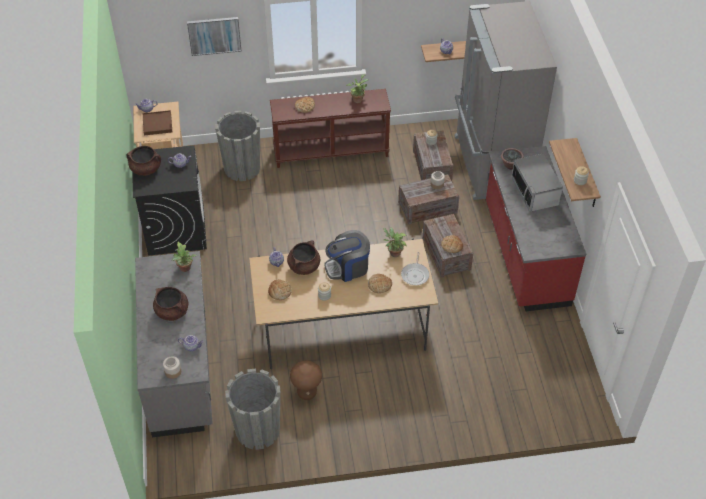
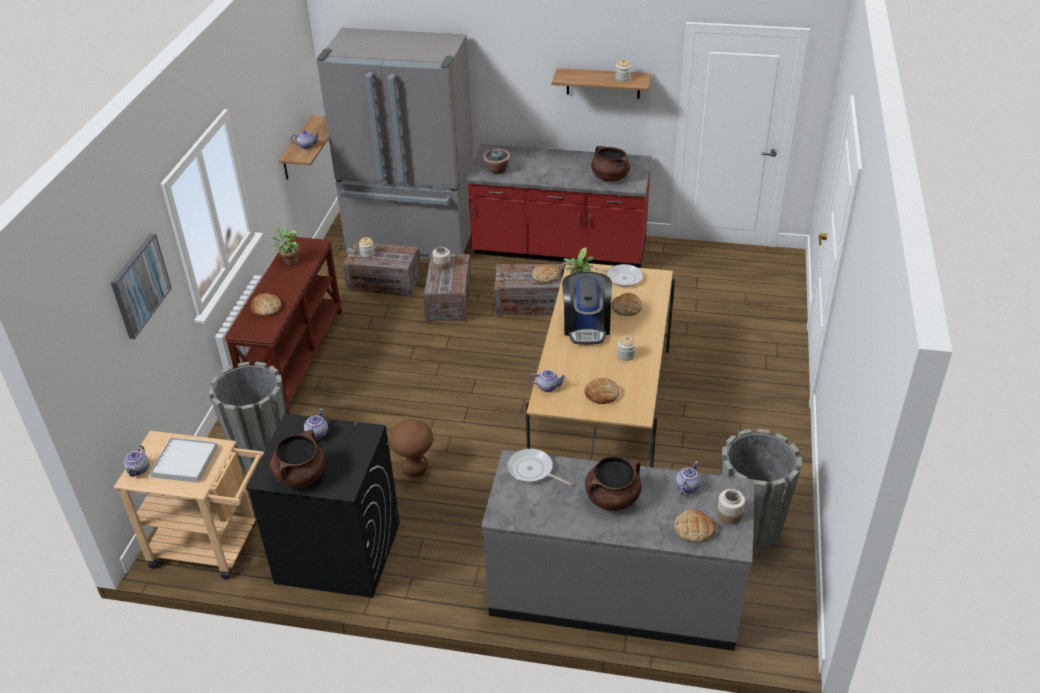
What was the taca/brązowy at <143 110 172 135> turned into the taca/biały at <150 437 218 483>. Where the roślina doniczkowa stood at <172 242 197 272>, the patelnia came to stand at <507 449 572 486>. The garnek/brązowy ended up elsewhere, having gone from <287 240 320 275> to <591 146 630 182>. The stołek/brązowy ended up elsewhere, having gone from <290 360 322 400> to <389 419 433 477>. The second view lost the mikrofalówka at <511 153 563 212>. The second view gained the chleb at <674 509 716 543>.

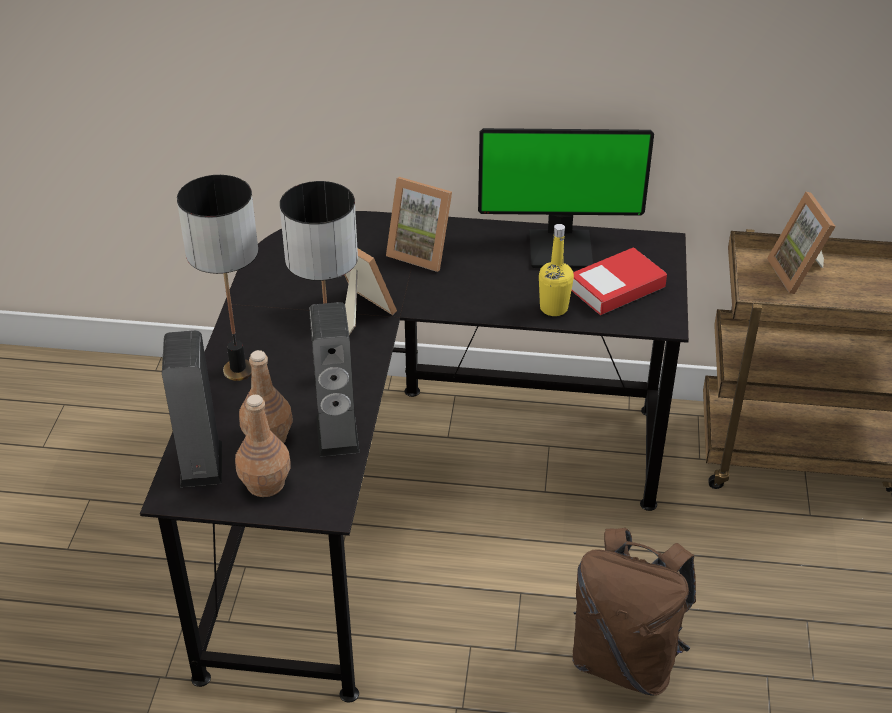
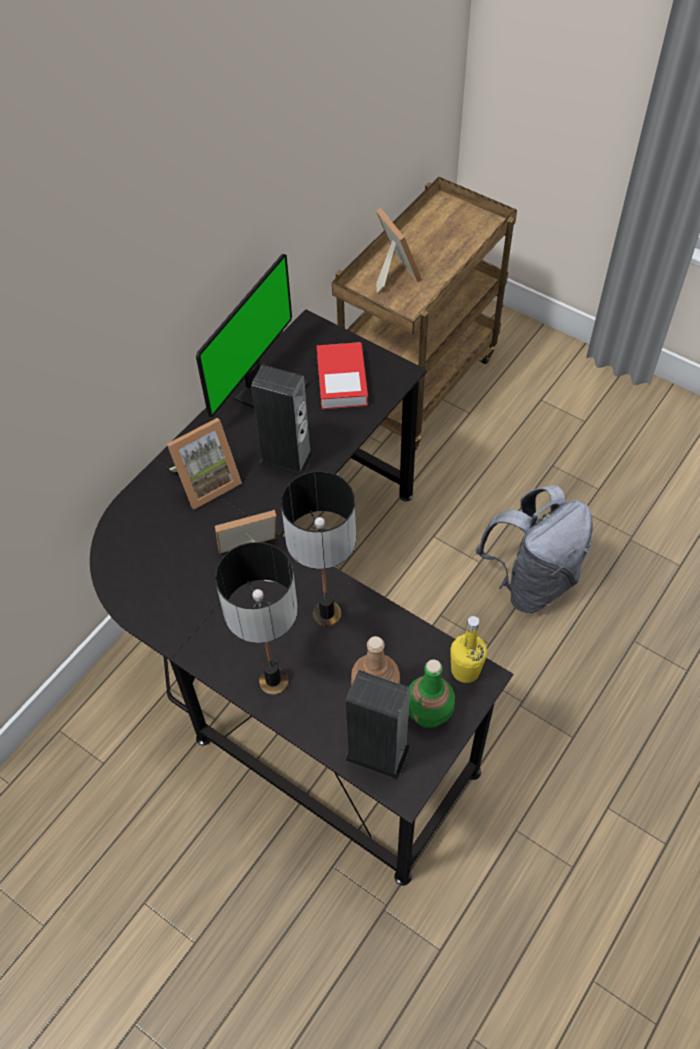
What was the butelka/brązowy at <235 395 291 497> turned into the butelka/zielony at <409 659 455 728>. The głośnik ended up elsewhere, having gone from <309 302 360 457> to <251 365 314 476>. The butelka/żółty ended up elsewhere, having gone from <539 224 574 316> to <450 616 487 683>. What was the plecak/brązowy at <572 528 696 696> turned into the plecak/szary at <476 485 593 613>. The ramka na zdjęcie at <767 192 836 294> ended up facing another way, 135 degrees counterclockwise from before.

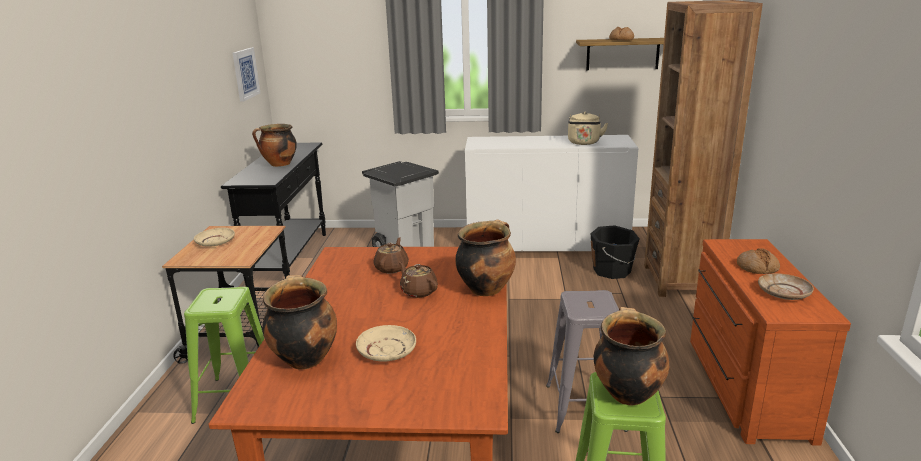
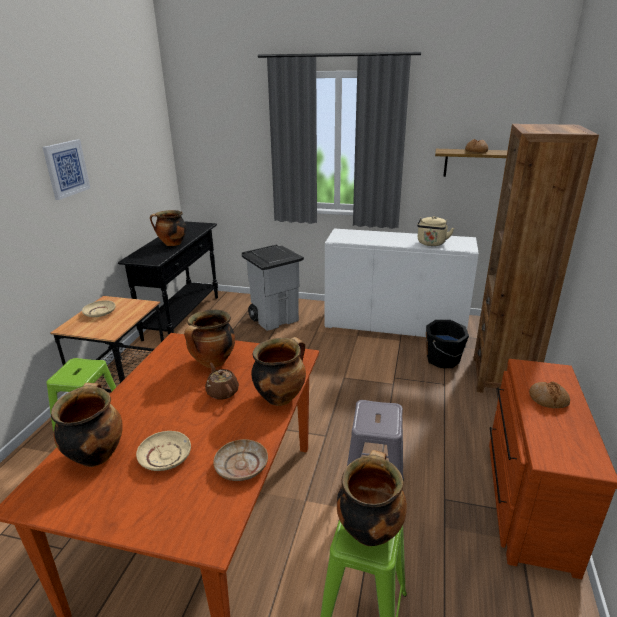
The obraz ended up elsewhere, having gone from <233 48 260 102> to <42 139 90 200>. Where the imbryk/brązowy stood at <374 237 409 273>, the garnek came to stand at <184 309 235 368>. The talerz/beżowy ended up elsewhere, having gone from <758 273 814 300> to <213 439 268 481>.

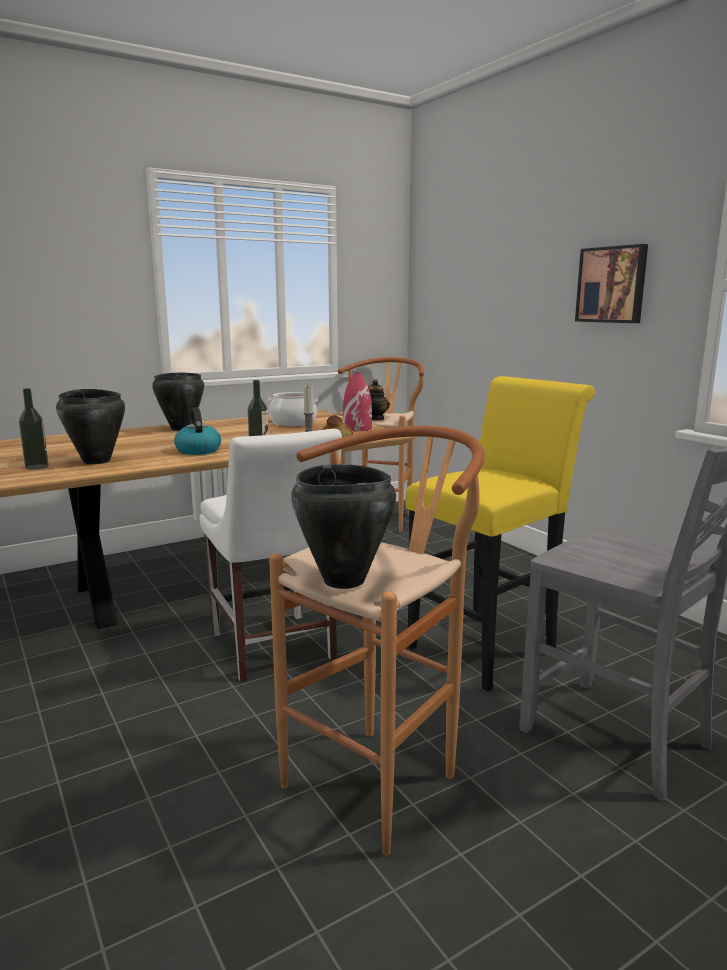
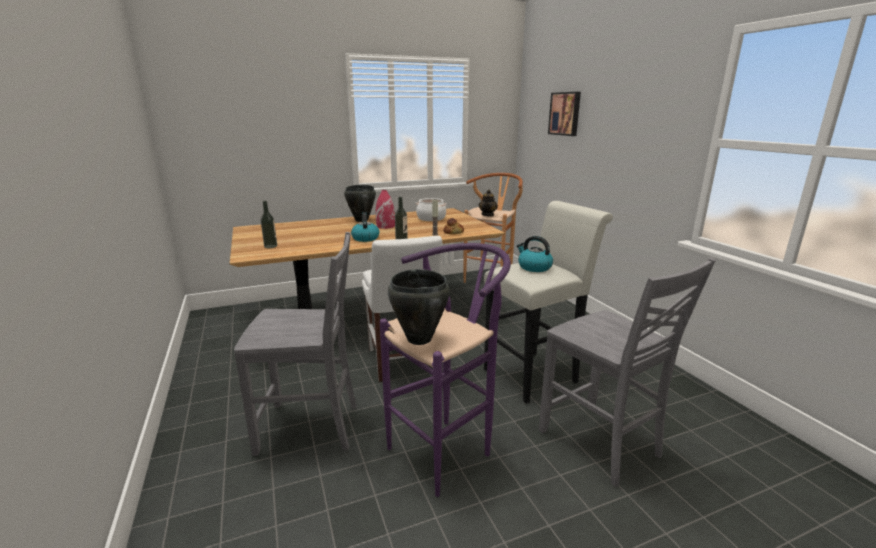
The second view lost the garnek/czarny at <56 389 125 464>. What was the stołek/brązowy at <269 426 485 856> turned into the stołek/fioletowy at <380 243 511 497>. The wazon/czerwony ended up elsewhere, having gone from <343 372 372 431> to <376 190 395 229>. What was the stołek/żółty at <405 376 595 692> turned into the stołek/biały at <484 201 613 404>. The obraz ended up elsewhere, having gone from <575 244 648 323> to <548 92 581 136>. The second view gained the krzesło/szary at <234 232 357 456>. The second view gained the czajnik at <517 236 553 272>.

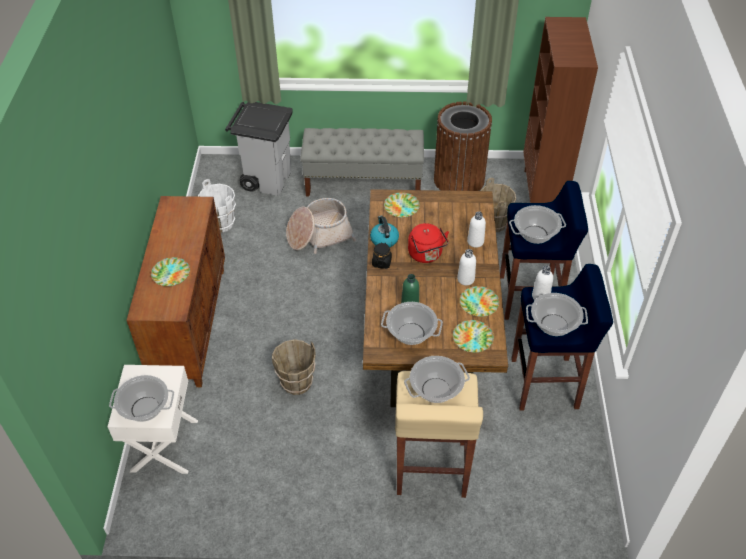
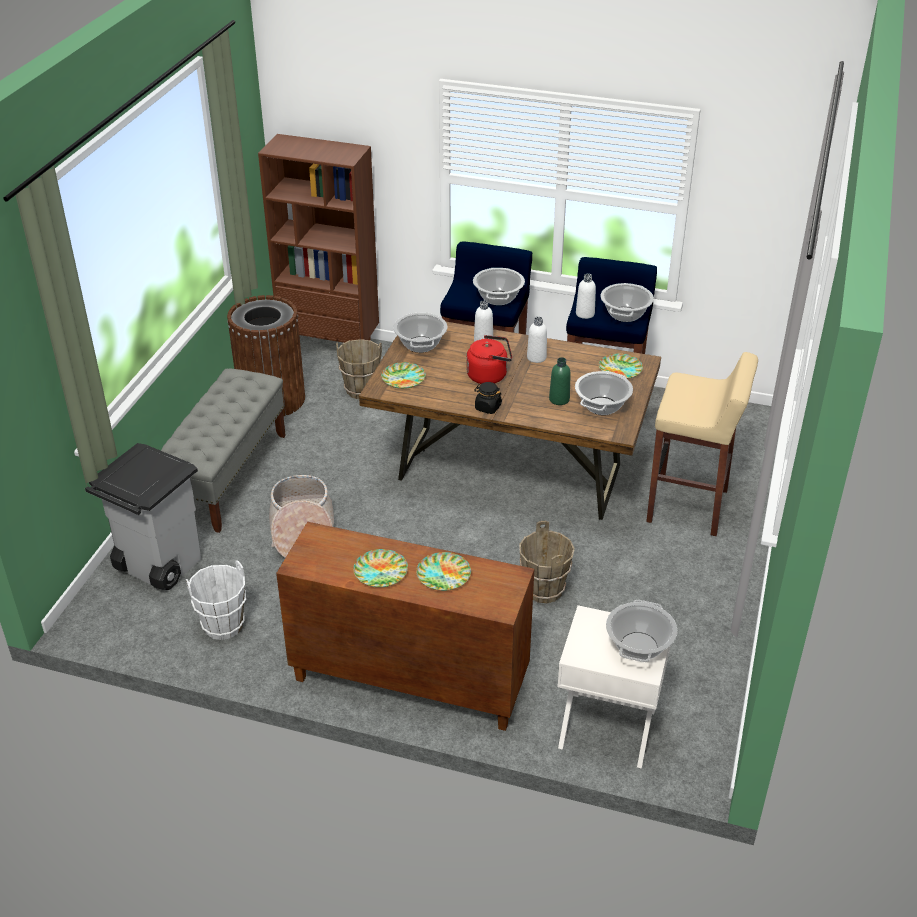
The second view lost the czajnik at <370 216 399 248>. The garnek ended up elsewhere, having gone from <404 356 470 403> to <393 312 447 353>. The talerz ended up elsewhere, having gone from <460 286 499 317> to <353 549 408 587>.

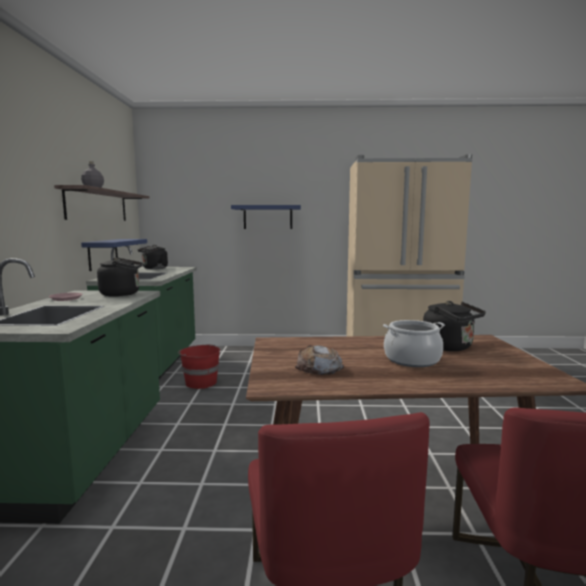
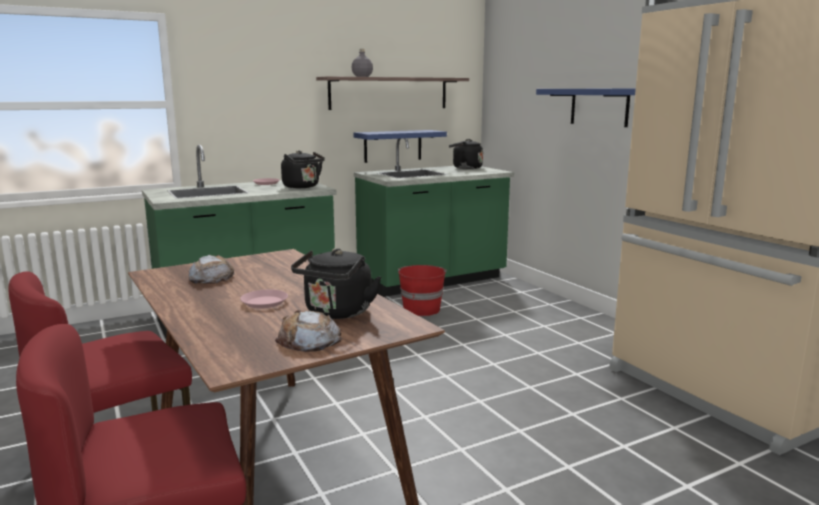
Where the garnek stood at <383 320 445 367>, the talerz/różowy came to stand at <240 289 288 309>. The second view gained the chleb at <275 310 342 352>.

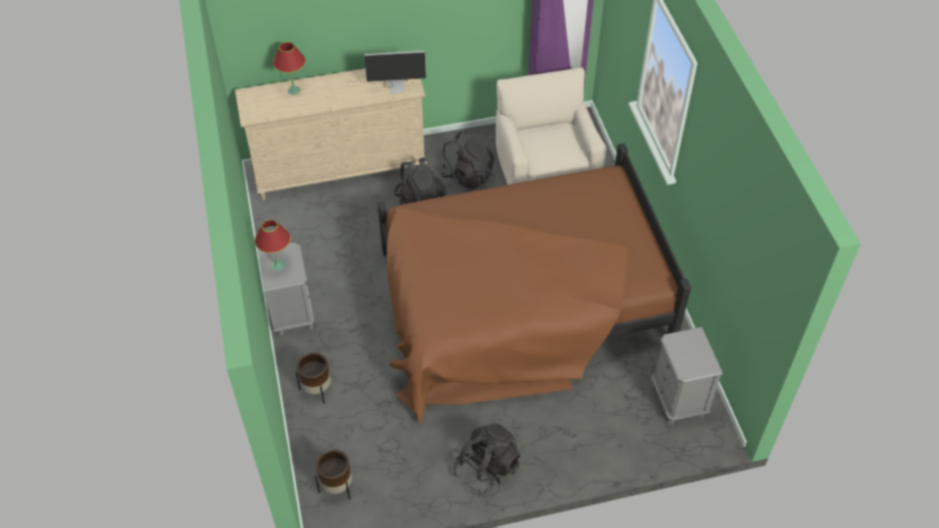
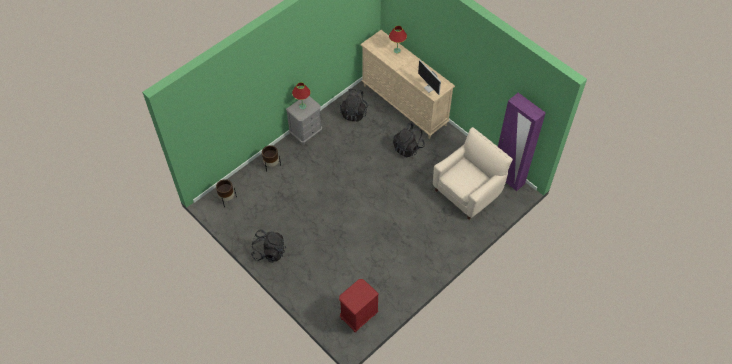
The second view lost the łóżko/brązowy at <378 143 691 424>. The plecak/czarny ended up elsewhere, having gone from <439 131 494 189> to <340 88 369 121>. What was the szafka nocna/szary at <651 327 723 425> turned into the szafka nocna/czerwony at <339 279 379 332>.

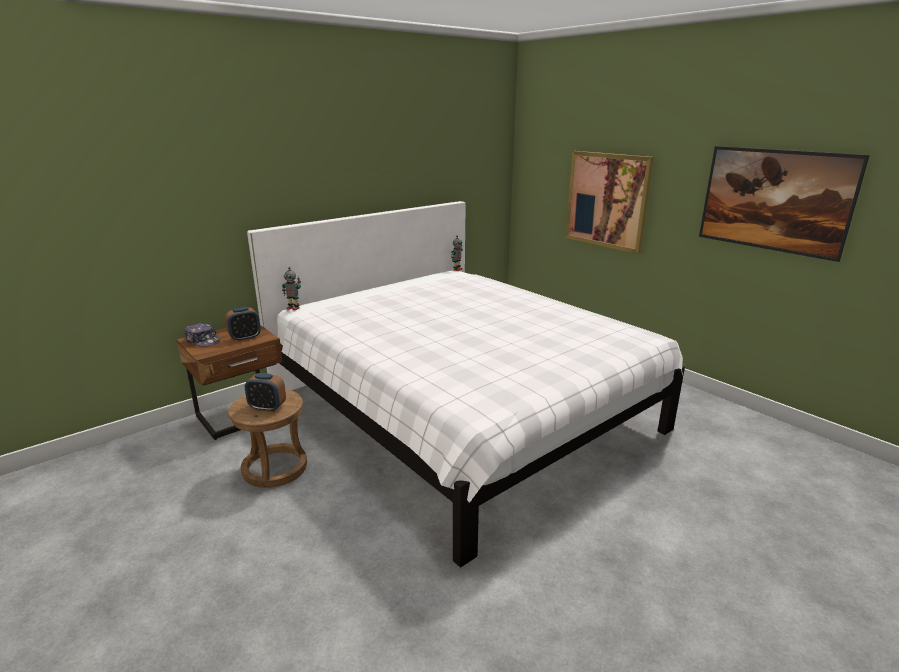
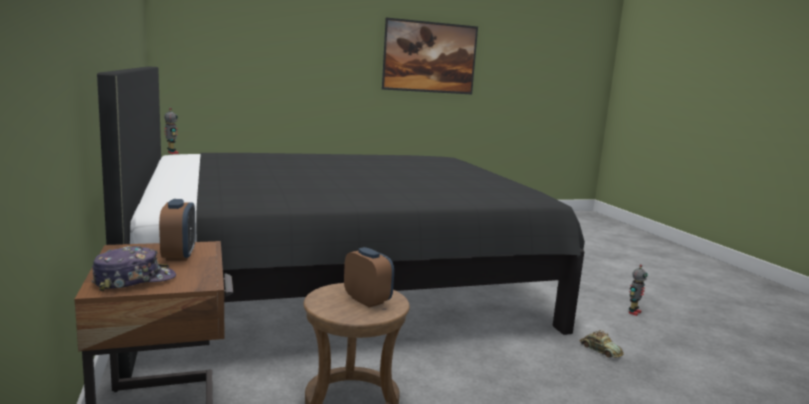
The budzik at <245 373 286 412> ended up facing another way, 75 degrees counterclockwise from before. What was the łóżko/biały at <247 201 685 567> turned into the łóżko/czarny at <97 66 585 379>. The robot zabawkowy ended up elsewhere, having gone from <282 267 301 310> to <629 264 648 316>. The second view lost the obraz at <565 151 654 254>. The second view gained the samochodzik at <579 330 624 358>.

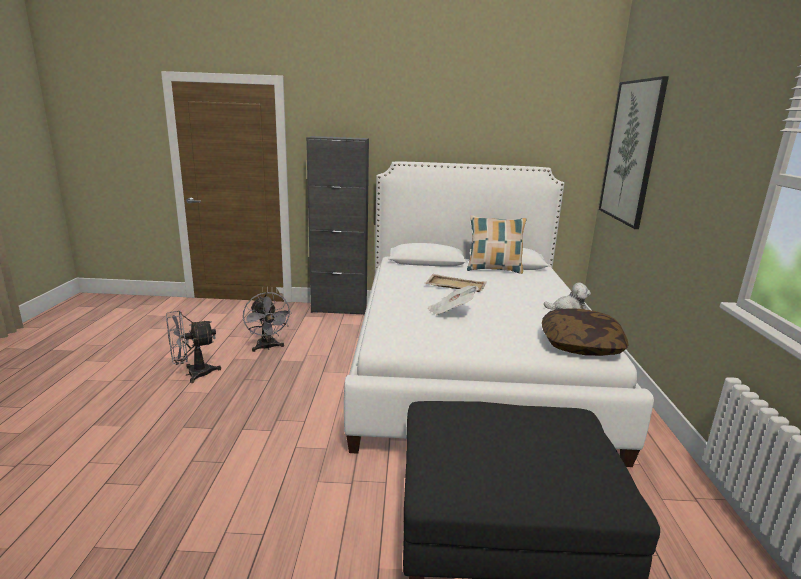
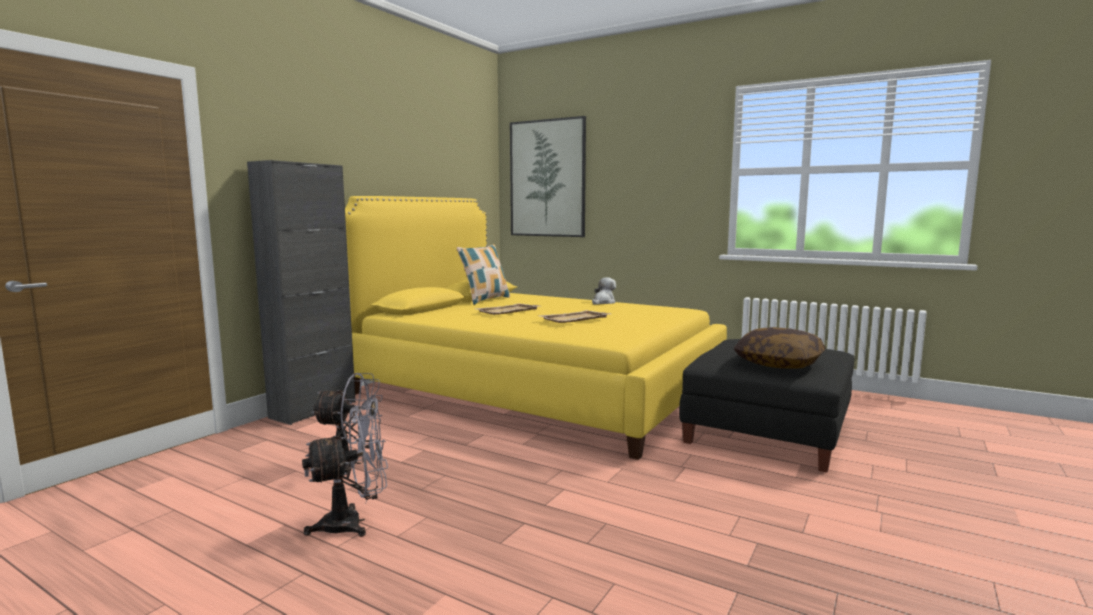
The wentylator/szary at <166 311 221 383> ended up facing another way, 120 degrees counterclockwise from before. What was the łóżko/biały at <344 161 654 467> turned into the łóżko/żółty at <345 196 727 460>. Where the gazeta stood at <428 285 479 315>, the taca/beżowy came to stand at <538 310 610 323>. The poduszka ended up elsewhere, having gone from <542 308 628 356> to <734 327 826 369>.

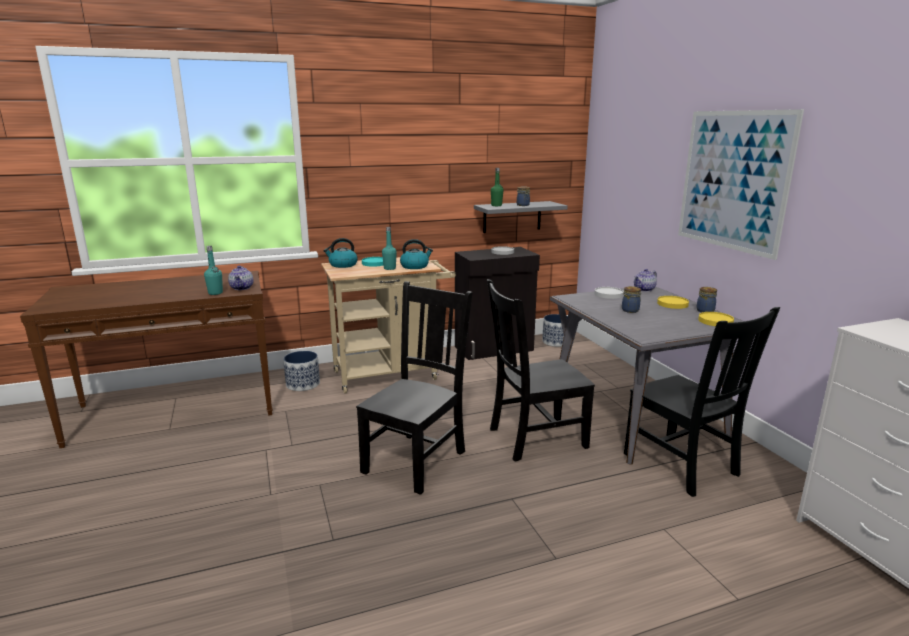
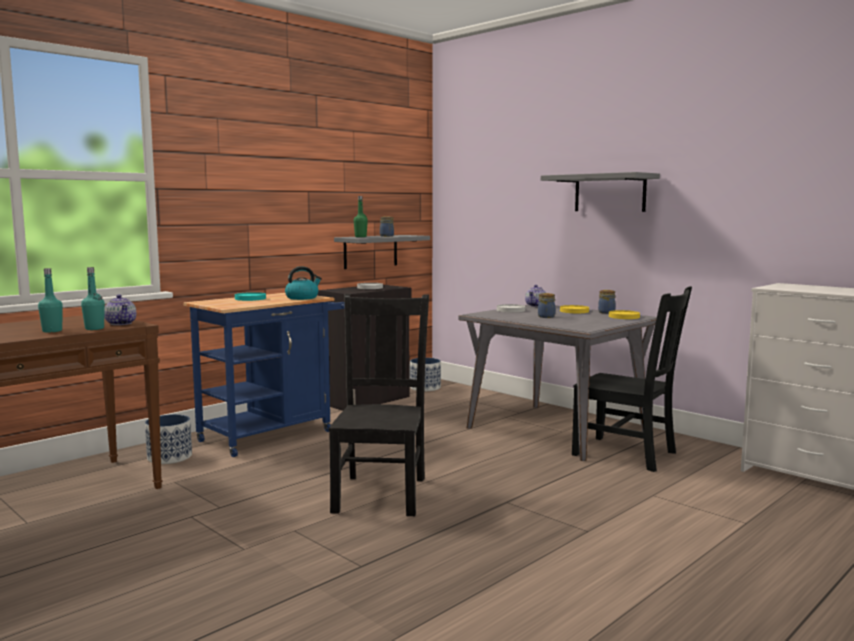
What was the wózek/beżowy at <321 257 456 394> turned into the wózek/niebieski at <183 293 345 457>. The second view lost the czajnik at <324 238 358 268>. The butelka/turkusowy ended up elsewhere, having gone from <382 227 397 270> to <38 268 63 333>. The second view lost the krzesło/czarny at <487 279 595 462>. Where the obraz hung at <678 109 804 260>, the półka/szary came to hang at <541 172 660 212>.

